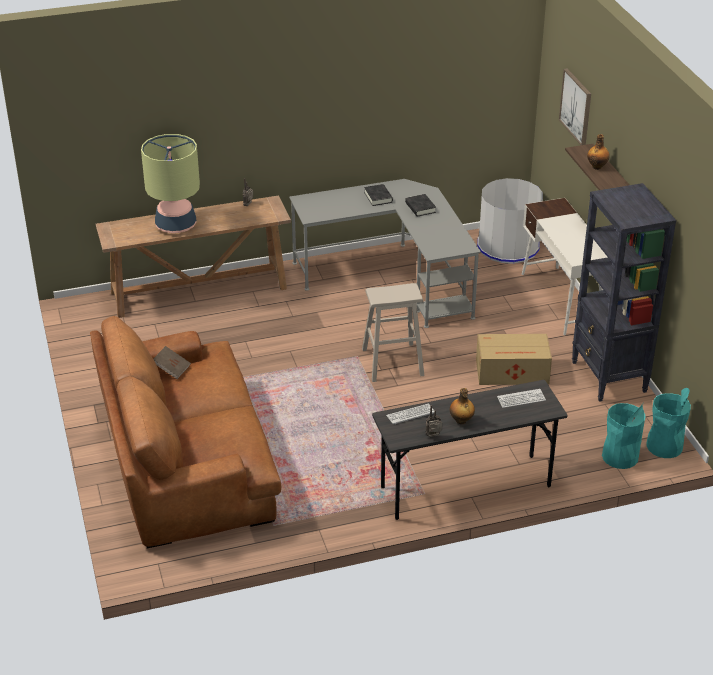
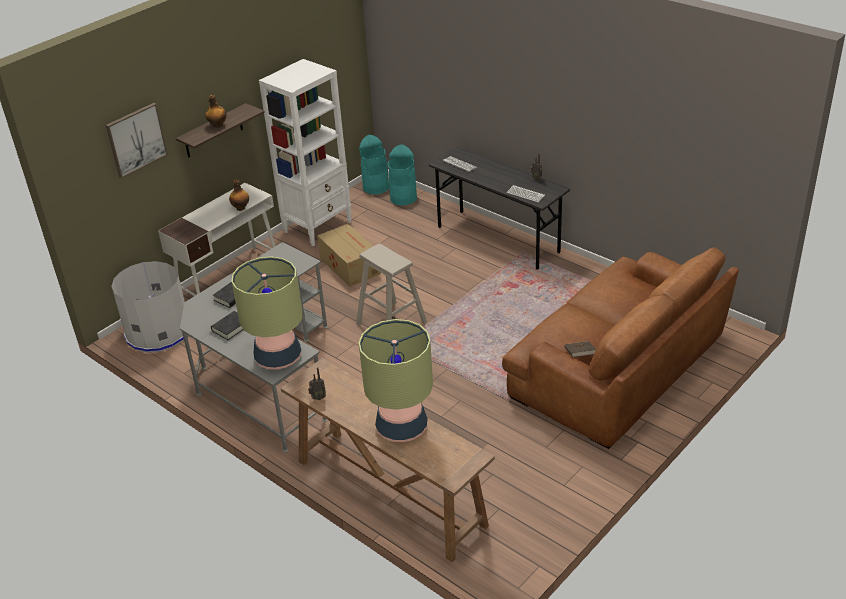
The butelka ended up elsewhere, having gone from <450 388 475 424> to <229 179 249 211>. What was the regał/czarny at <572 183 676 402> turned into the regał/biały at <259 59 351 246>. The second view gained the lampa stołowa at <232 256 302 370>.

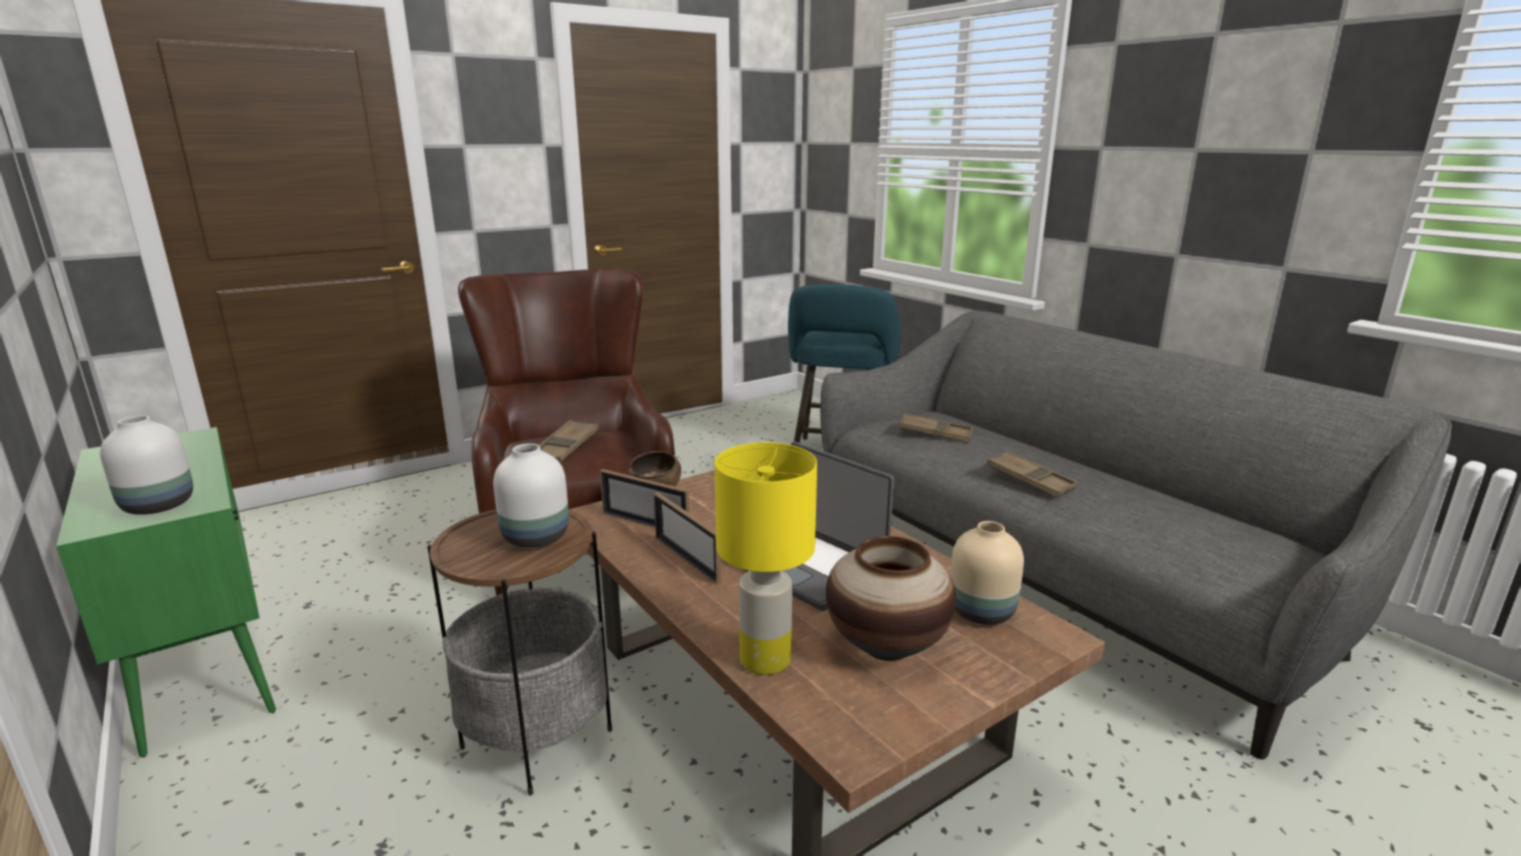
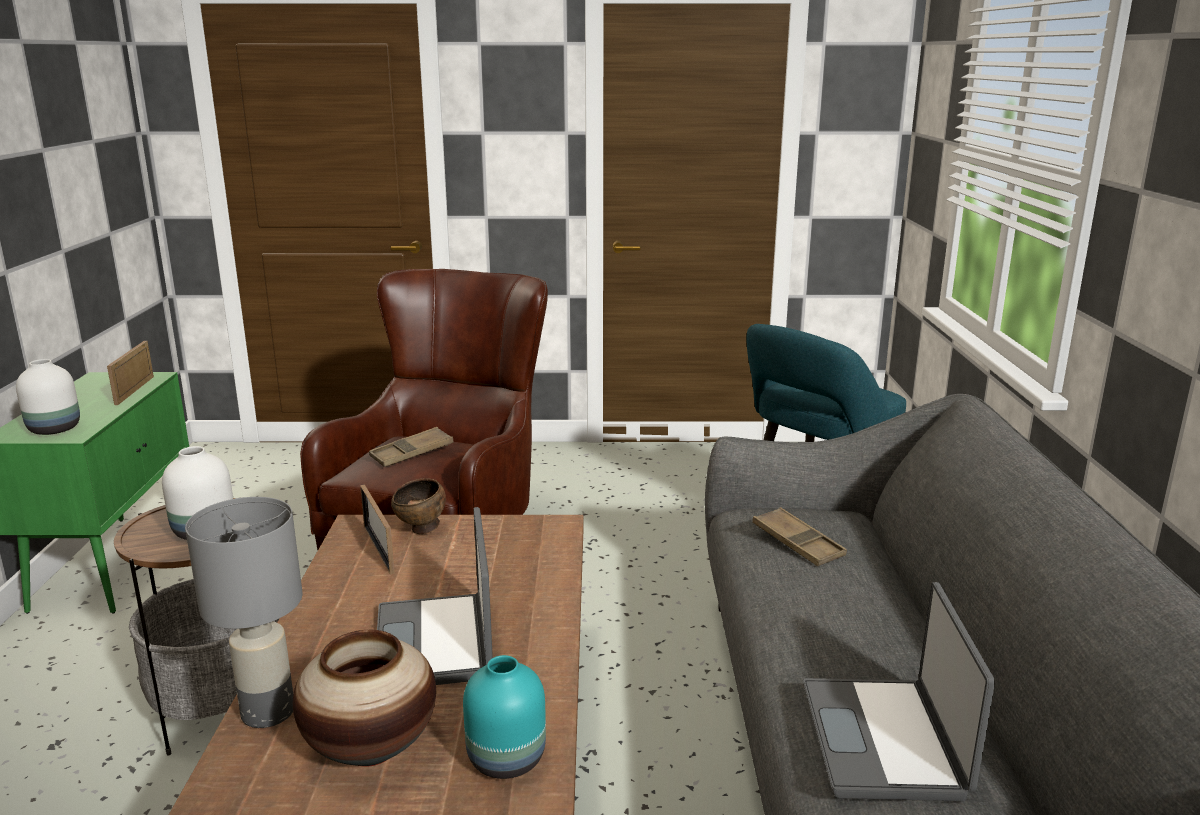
The ramka na zdjęcie ended up elsewhere, having gone from <654 492 721 585> to <107 341 154 405>. What was the lampa stołowa/żółty at <715 442 817 675> turned into the lampa stołowa/szary at <185 497 303 728>. What was the wazon/beżowy at <950 521 1024 625> turned into the wazon/turkusowy at <463 655 546 779>. The second view lost the taca/brązowy at <987 451 1078 497>. The second view gained the laptop at <803 582 995 801>.

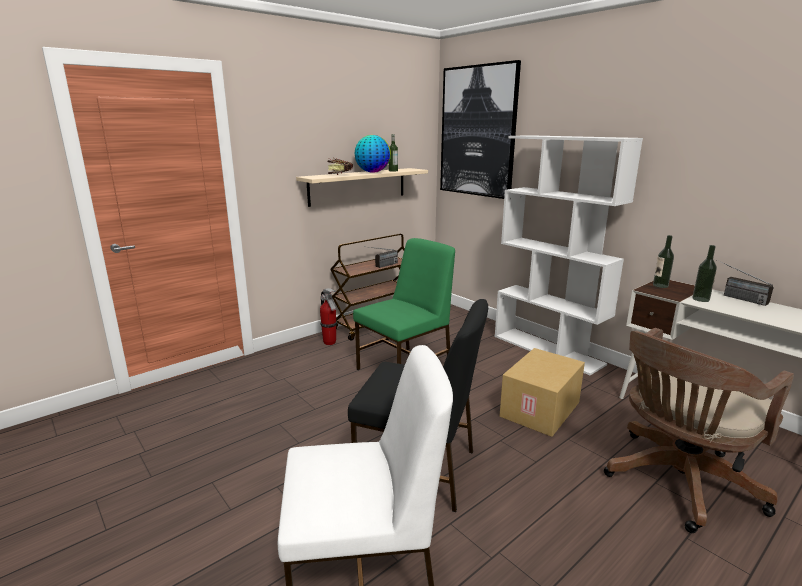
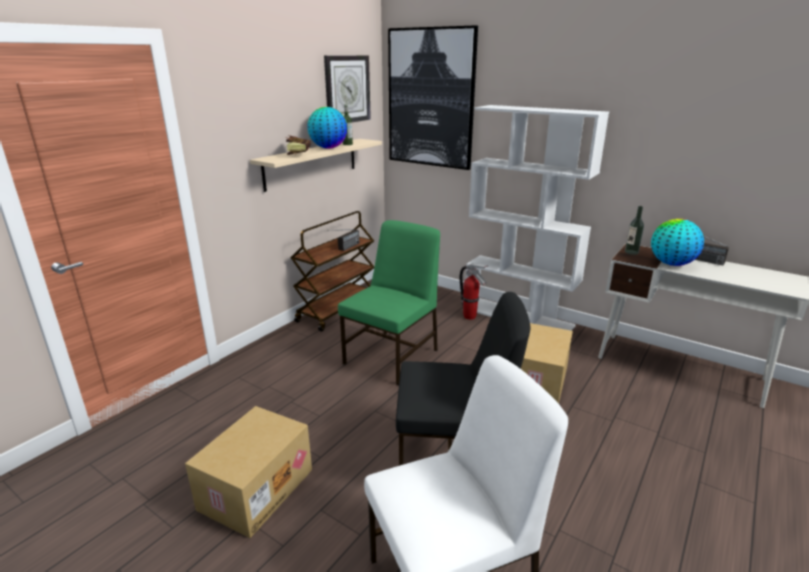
The gaśnica ended up elsewhere, having gone from <320 288 337 345> to <459 263 488 320>. The second view lost the krzesło biurowe/brązowy at <604 328 794 533>. Where the butelka stood at <692 245 717 302>, the globus came to stand at <651 219 704 266>. The second view gained the karton at <185 406 312 538>. The second view gained the zegar ścienny at <324 56 371 122>.

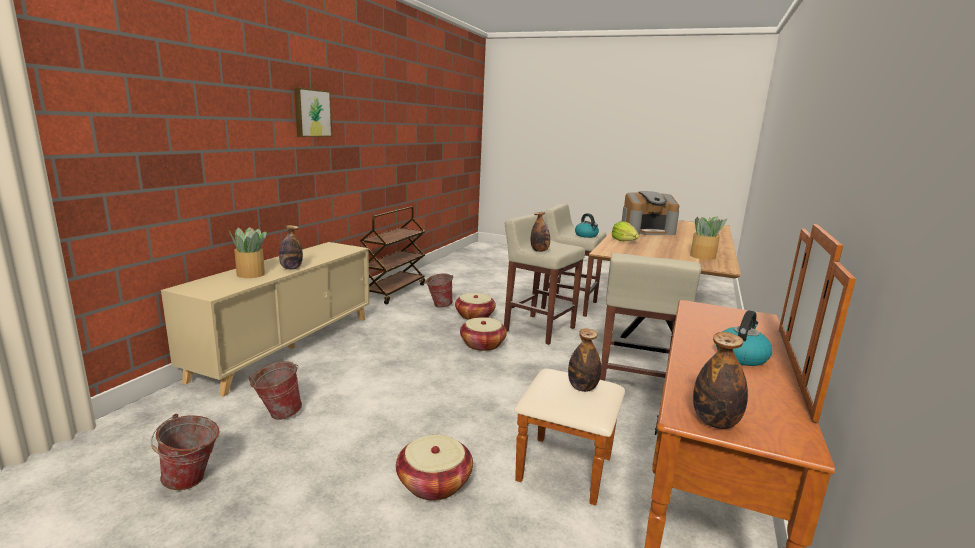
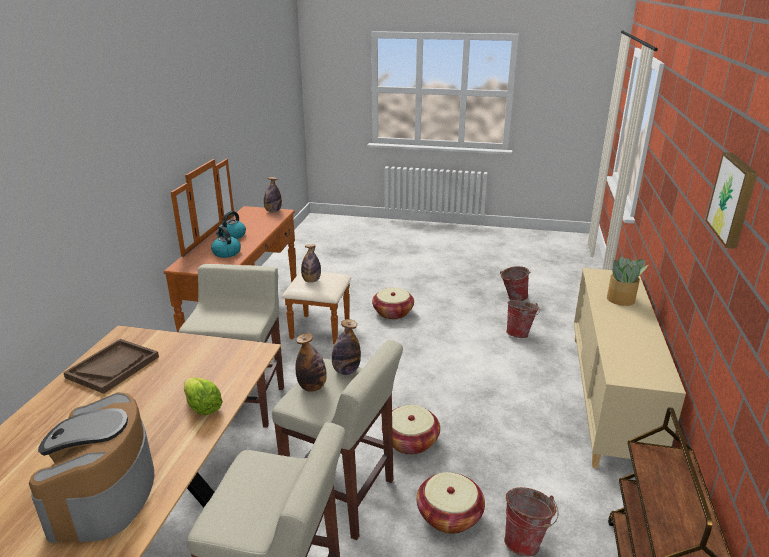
The butelka ended up elsewhere, having gone from <279 225 303 269> to <296 333 327 392>. The czajnik ended up elsewhere, having gone from <575 213 599 238> to <211 227 241 258>. The ekspres do kawy at <622 191 679 235> ended up facing another way, 75 degrees counterclockwise from before. Where the roślina doniczkowa stood at <690 216 727 260>, the taca/brązowy came to stand at <63 339 159 394>.

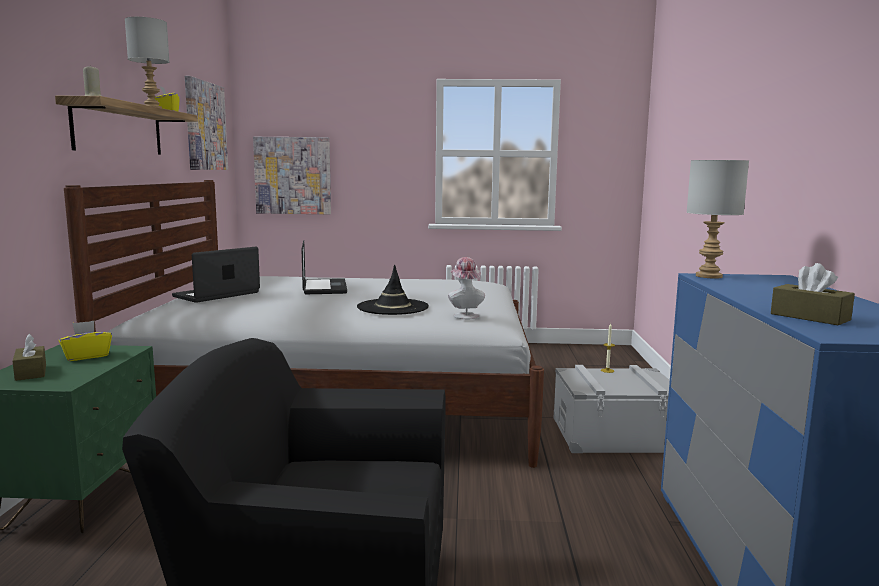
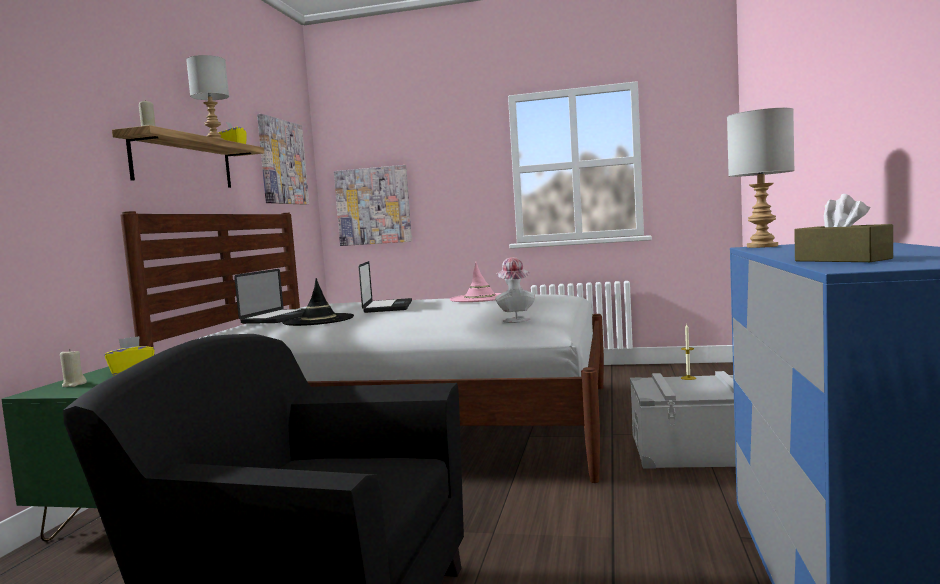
Where the pudełko chusteczek/brązowy stood at <13 334 46 381>, the świeca/beżowy came to stand at <60 349 87 387>. The laptop at <172 247 260 303> ended up facing another way, 150 degrees clockwise from before. The kapelusz/czarny ended up elsewhere, having gone from <357 265 429 315> to <282 278 354 326>. The second view gained the kapelusz/różowy at <450 262 501 302>.

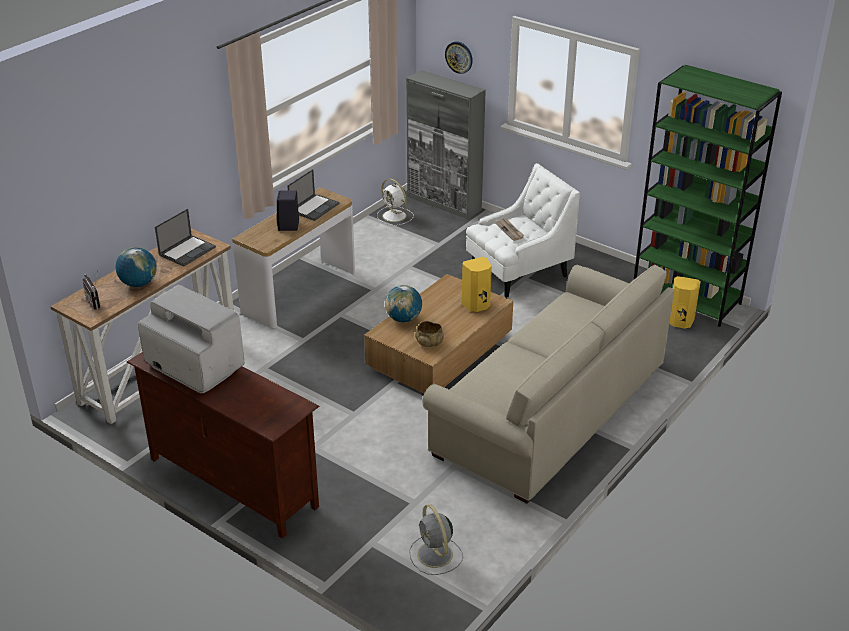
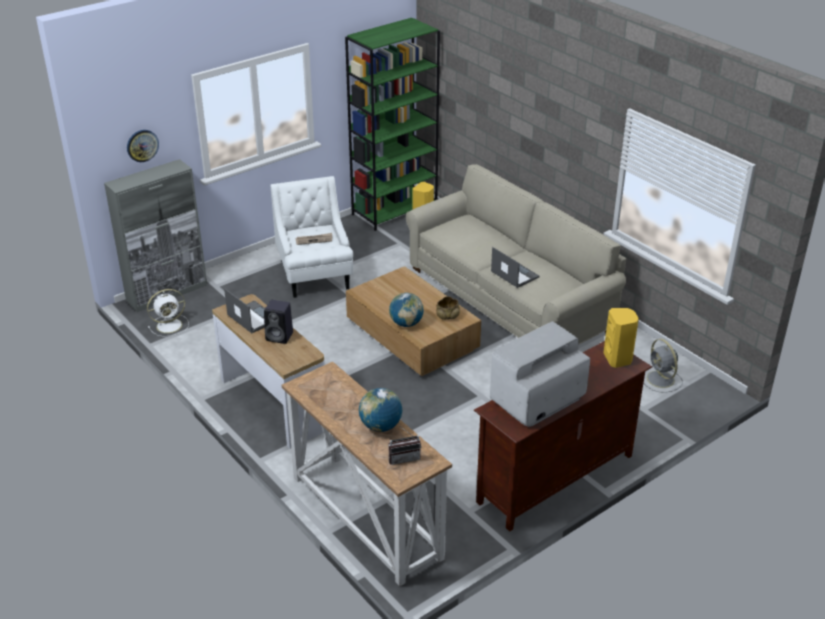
The laptop ended up elsewhere, having gone from <155 209 216 267> to <491 247 540 288>. The wentylator/szary at <409 504 463 575> ended up facing another way, 75 degrees clockwise from before. The głośnik/żółty ended up elsewhere, having gone from <462 257 492 312> to <603 308 639 368>.

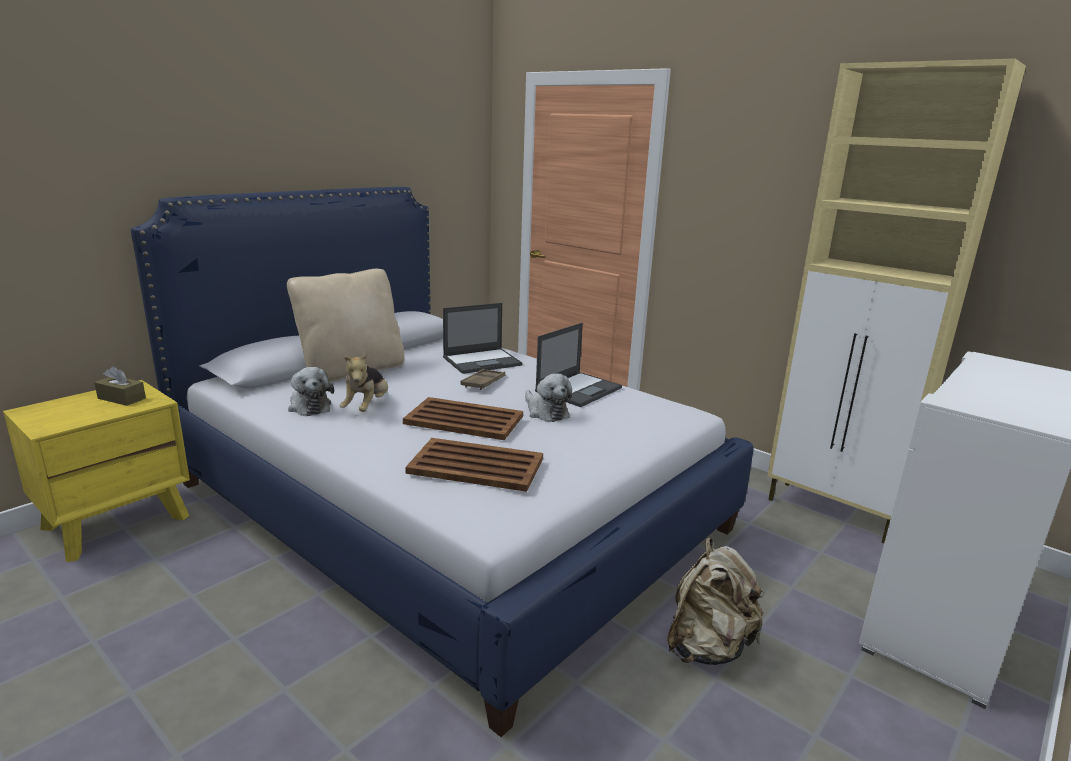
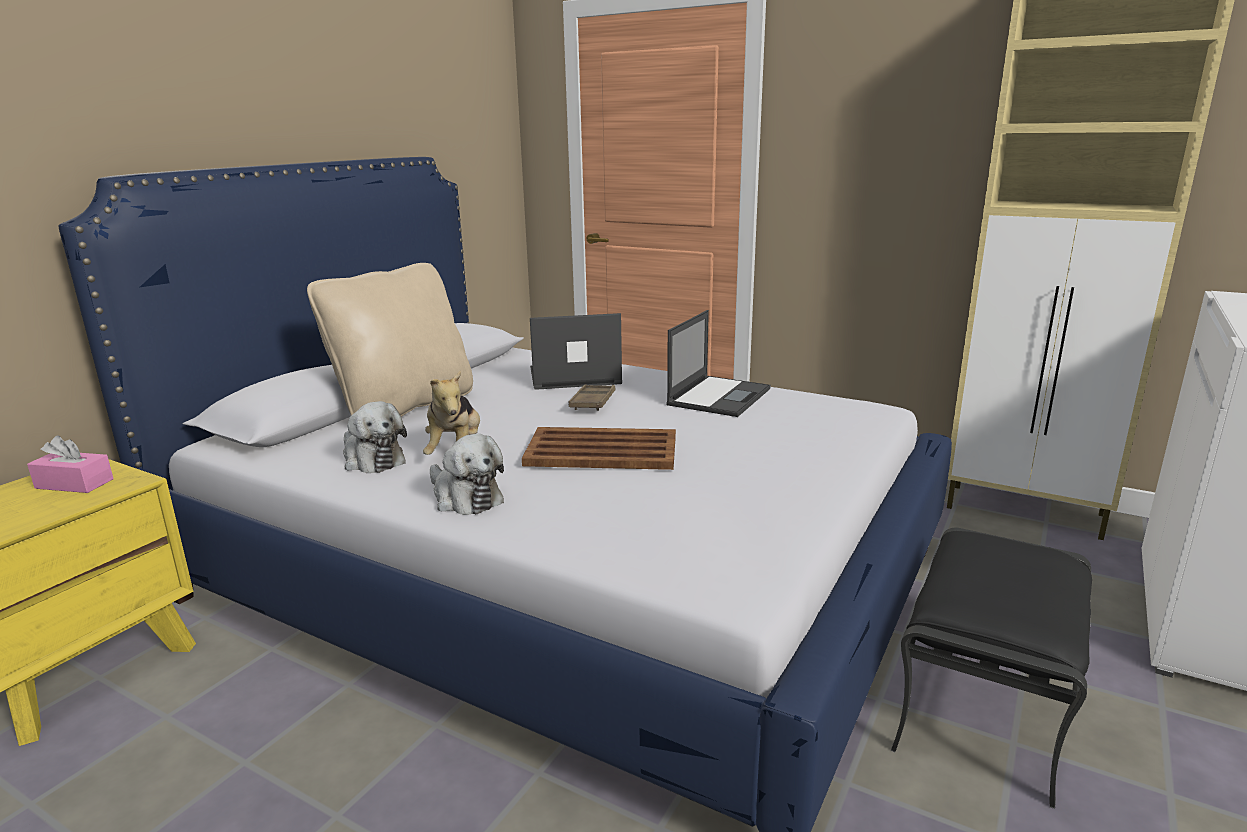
What was the pudełko chusteczek/brązowy at <94 366 146 406> turned into the pudełko chusteczek/różowy at <27 435 114 493>. The second view lost the taca/brązowy at <405 438 543 492>. The laptop at <443 303 522 374> ended up facing another way, 150 degrees counterclockwise from before. The pluszak ended up elsewhere, having gone from <525 374 572 422> to <430 434 504 515>. Where the plecak/beżowy stood at <667 538 765 665>, the pufa/czarny came to stand at <891 527 1092 809>.

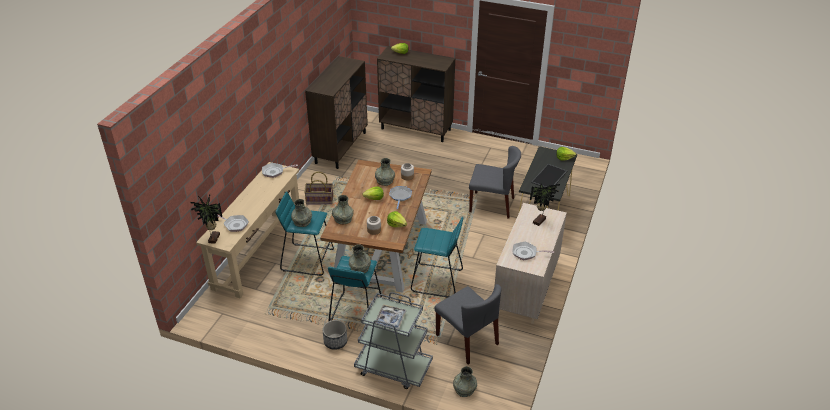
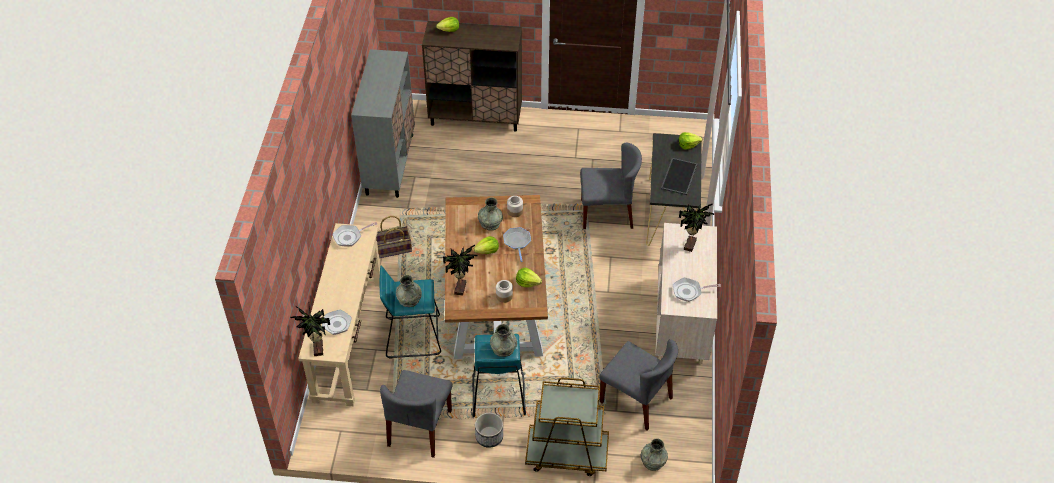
What was the szafka/brązowy at <305 56 368 169> turned into the szafka/szary at <351 49 415 198>. Where the wazon/szary stood at <332 195 354 224>, the roślina doniczkowa came to stand at <443 245 478 296>. What was the wózek/szary at <354 292 433 389> turned into the wózek/brązowy at <525 378 609 476>. The second view lost the taca at <375 304 407 329>. The second view lost the stołek/turkusowy at <411 217 463 298>. The second view gained the krzesło/szary at <380 370 452 458>.

